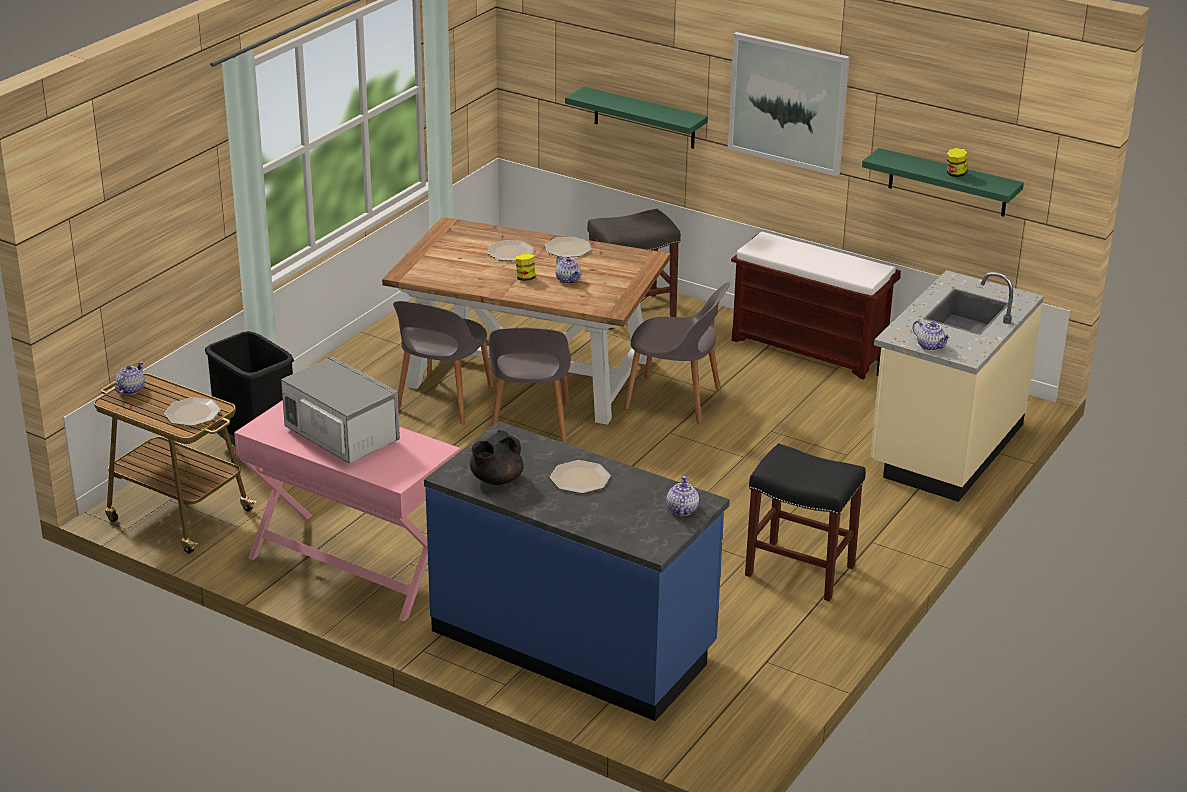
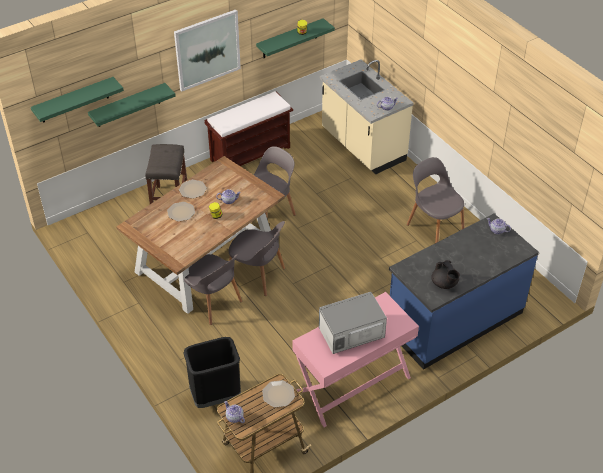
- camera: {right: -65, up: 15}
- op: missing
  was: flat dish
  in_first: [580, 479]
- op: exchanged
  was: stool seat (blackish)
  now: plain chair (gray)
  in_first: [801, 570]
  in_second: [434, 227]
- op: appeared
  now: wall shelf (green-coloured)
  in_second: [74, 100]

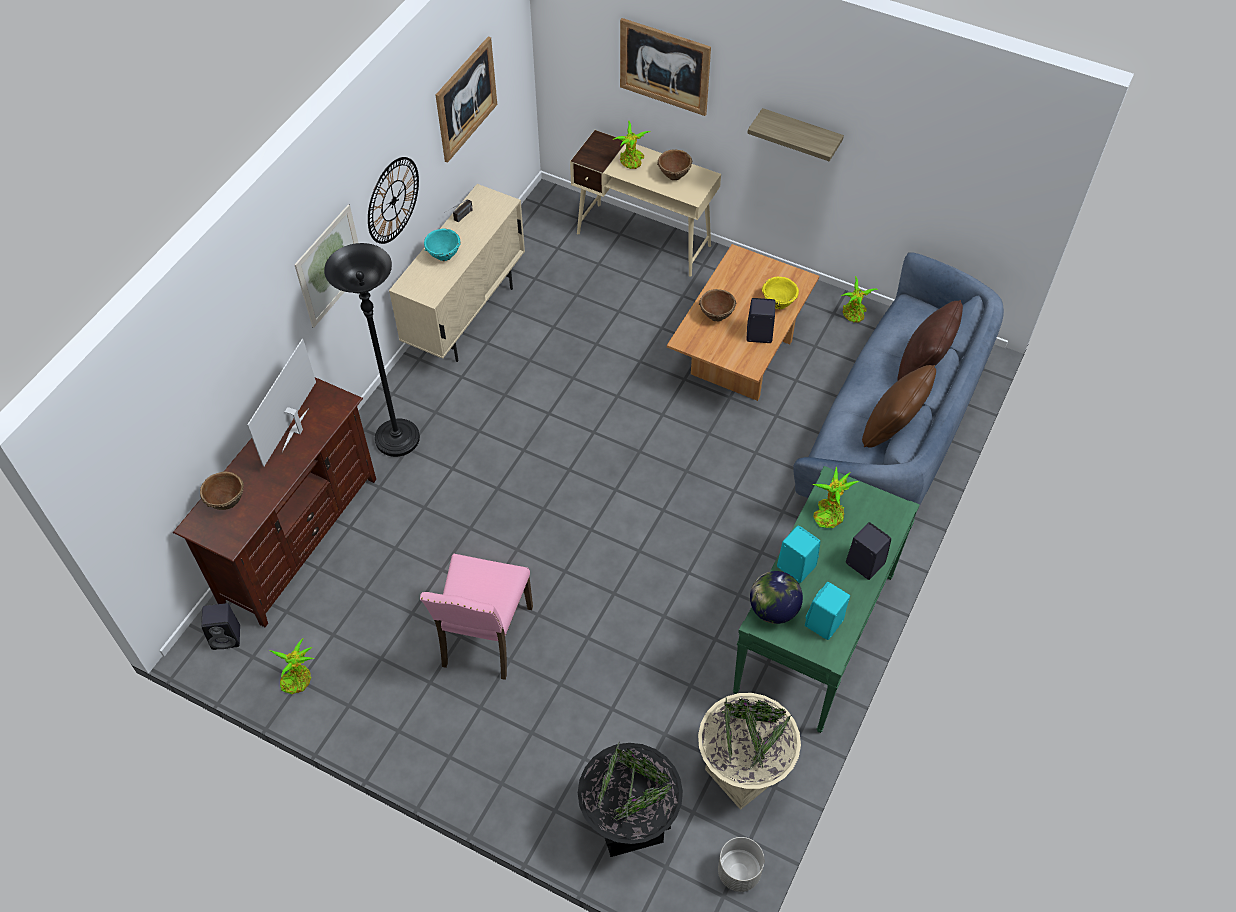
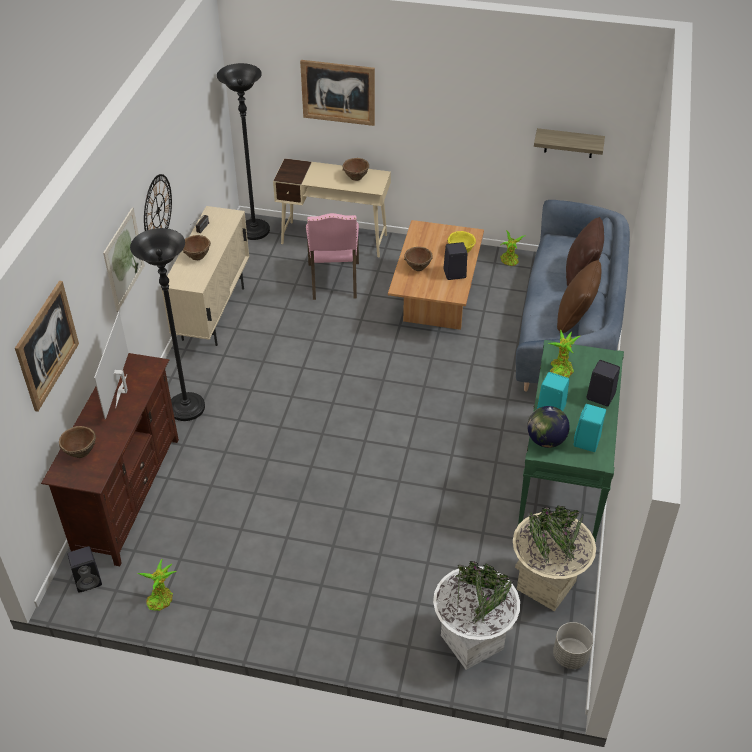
- camera: {right: -15, up: -10}
- op: relocated
  was: plain chair (pinkish)
  in_first: [484, 638]
  in_second: [334, 282]
- op: colour
  was: bowl (blue-green)
  now: bowl (brown-coloured)
  in_first: [444, 255]
  in_second: [197, 256]
- op: relocated
  was: wall picture
  in_first: [466, 99]
  in_second: [47, 345]
- op: colour
  was: plant pot (blackish)
  now: plant pot (white-coloured)
  in_first: [629, 824]
  in_second: [471, 642]
- op: missing
  was: houseplant
  in_first: [631, 162]
- op: relocated
  was: wall shelf
  in_first: [800, 134]
  in_second: [569, 143]
- op: appeared
  now: floor lamp (blackish)
  in_second: [254, 231]

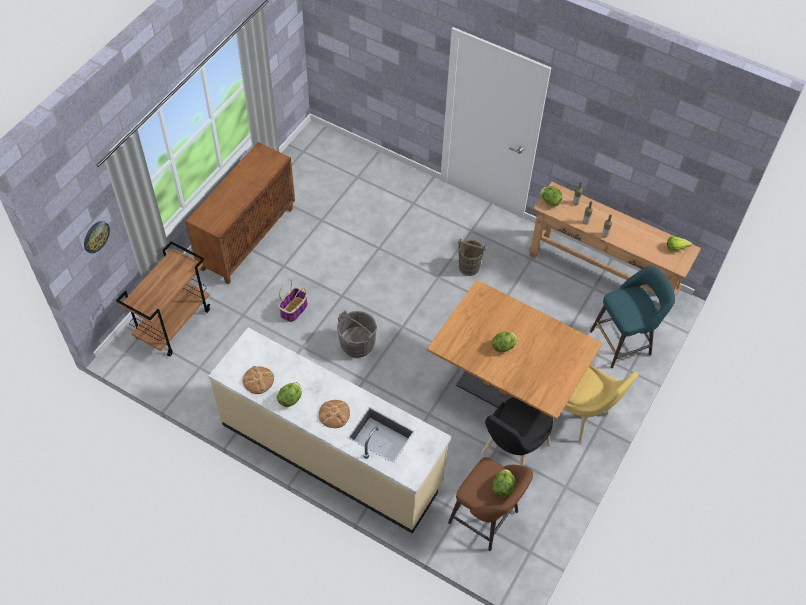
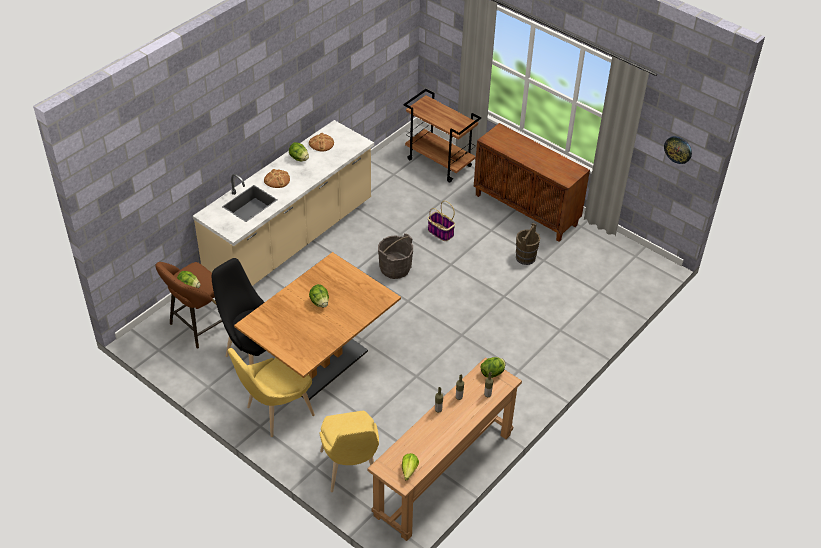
- camera: {right: 100, up: -10}
- op: relocated
  was: wall clock
  in_first: [96, 236]
  in_second: [678, 149]
- op: relocated
  was: pail (brown-coloured)
  in_first: [468, 267]
  in_second: [525, 257]
- op: exchanged
  was: stool seat (blue-green)
  now: plain chair (yellow)
  in_first: [623, 342]
  in_second: [351, 471]

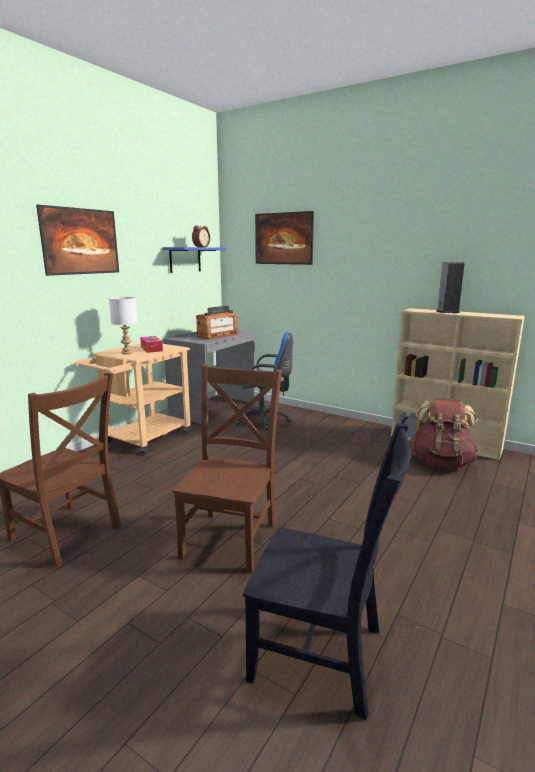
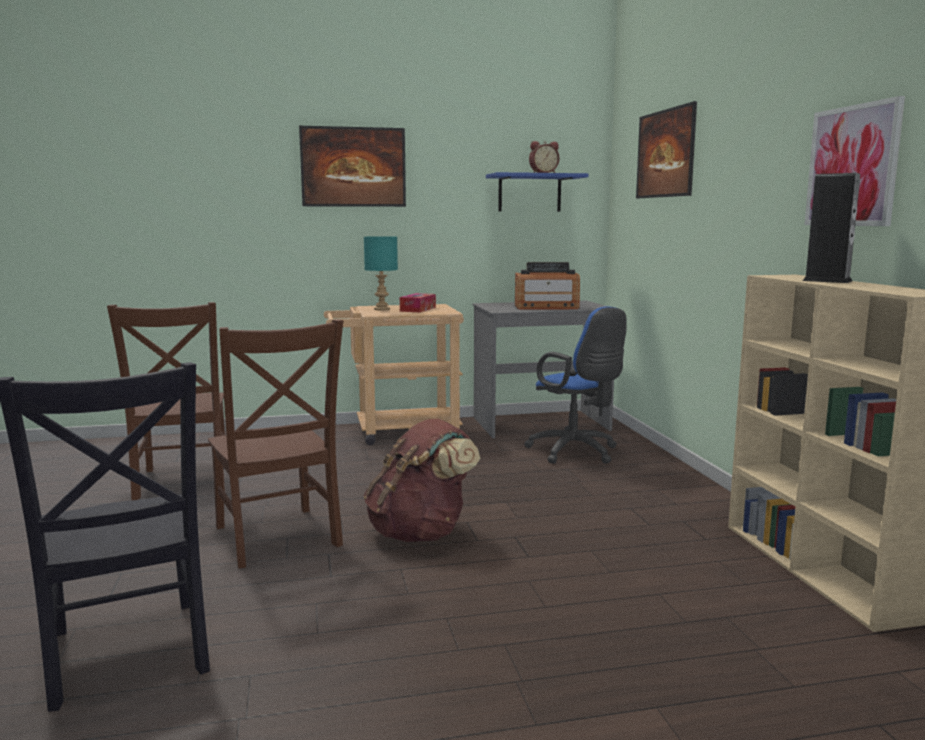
- camera: {right: 45, up: -5}
- op: colour
  was: lamp for a table (white-coloured)
  now: lamp for a table (blue-green)
  in_first: [126, 353]
  in_second: [381, 309]
- op: spun
  was: plain chair (brown-coloured)
  in_first: [231, 537]
  in_second: [277, 539]
  clockwise: 90
- op: relocated
  was: backpack (brown-coloured)
  in_first: [441, 462]
  in_second: [421, 533]
- op: appeared
  now: wall picture
  in_second: [852, 166]

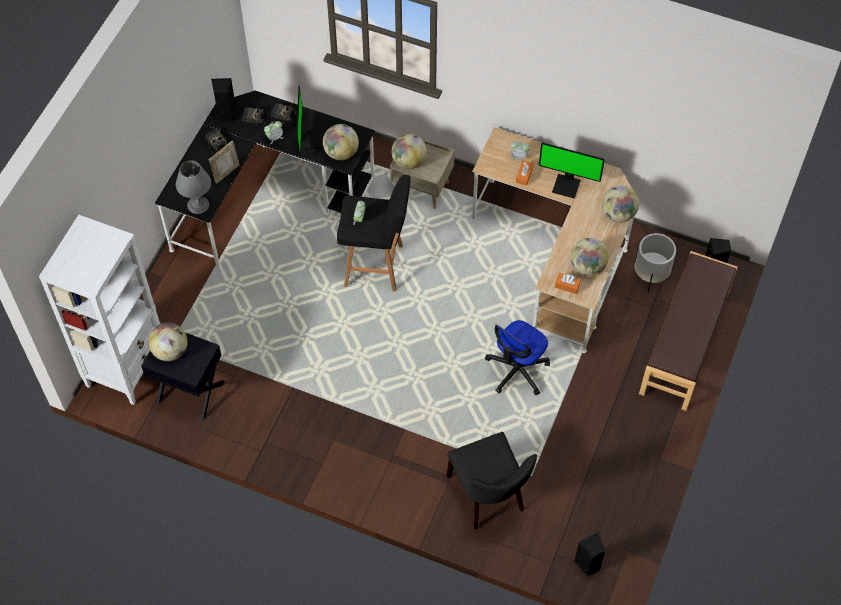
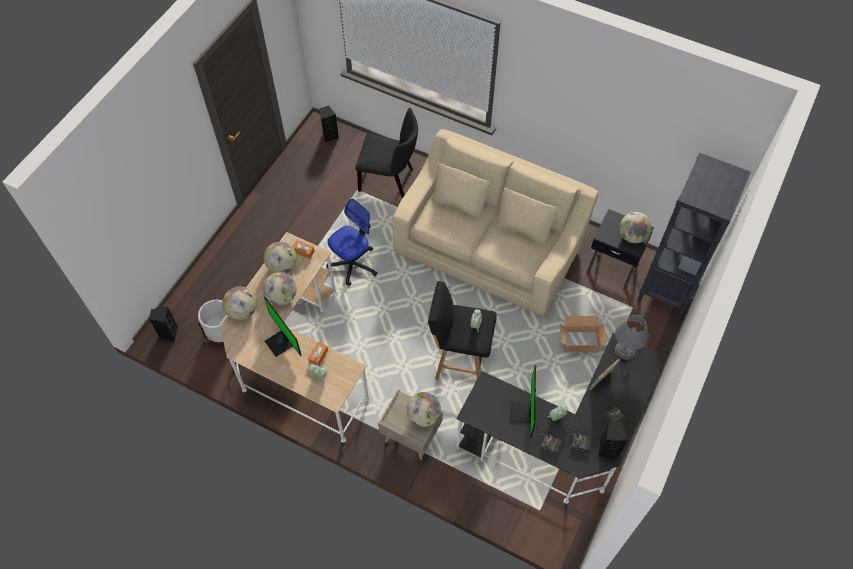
- camera: {right: -175, up: 0}
- op: colour
  was: shelving unit (white-coloured)
  now: shelving unit (blackish)
  in_first: [127, 367]
  in_second: [666, 289]
- op: relocated
  was: world globe
  in_first: [341, 152]
  in_second: [282, 297]
- op: spun
  was: plain chair (blackish)
  in_first: [489, 496]
  in_second: [389, 179]
  clockwise: 120
- op: spun
  was: monitor
  in_first: [567, 185]
  in_second: [281, 343]
  clockwise: -150
- op: missing
  was: bench (brown-coloured)
  in_first: [685, 343]
- op: appeared
  now: sofa (sand-coloured)
  in_second: [489, 246]
- op: appeared
  now: packing box
  in_second: [579, 340]

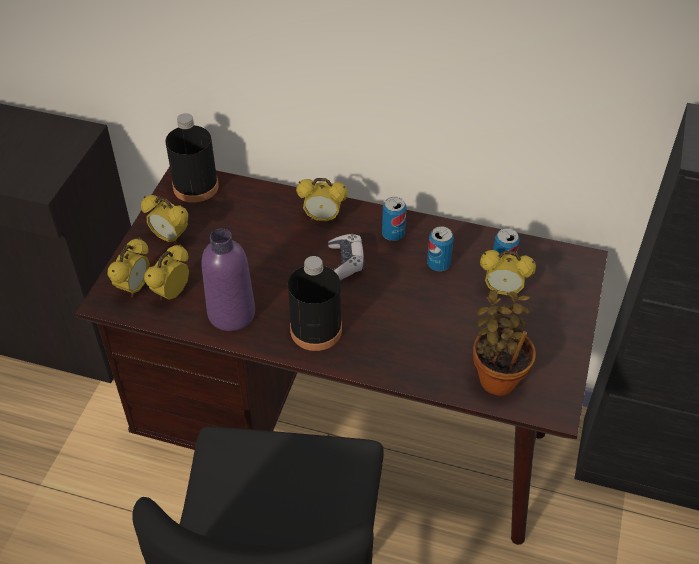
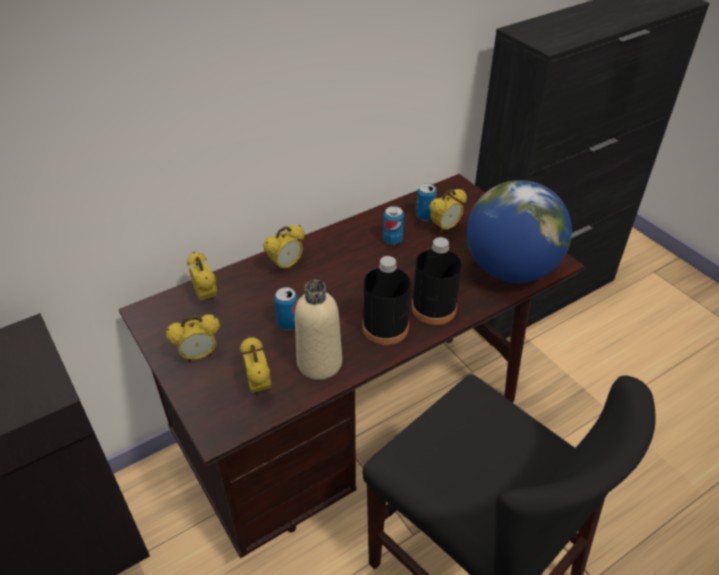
- camera: {right: -50, up: -5}
- op: relocated
  was: table clock
  in_first: [135, 288]
  in_second: [206, 297]
- op: relocated
  was: beverage bottle (blackish)
  in_first: [196, 186]
  in_second: [434, 308]
- op: colour
  was: beverage bottle (purplish)
  now: beverage bottle (sand-coloured)
  in_first: [231, 313]
  in_second: [319, 363]
- op: missing
  was: joypad
  in_first: [346, 262]
- op: relocated
  was: can
  in_first: [393, 234]
  in_second: [288, 323]
- op: exchanged
  was: houseplant
  now: world globe
  in_first: [497, 376]
  in_second: [510, 270]

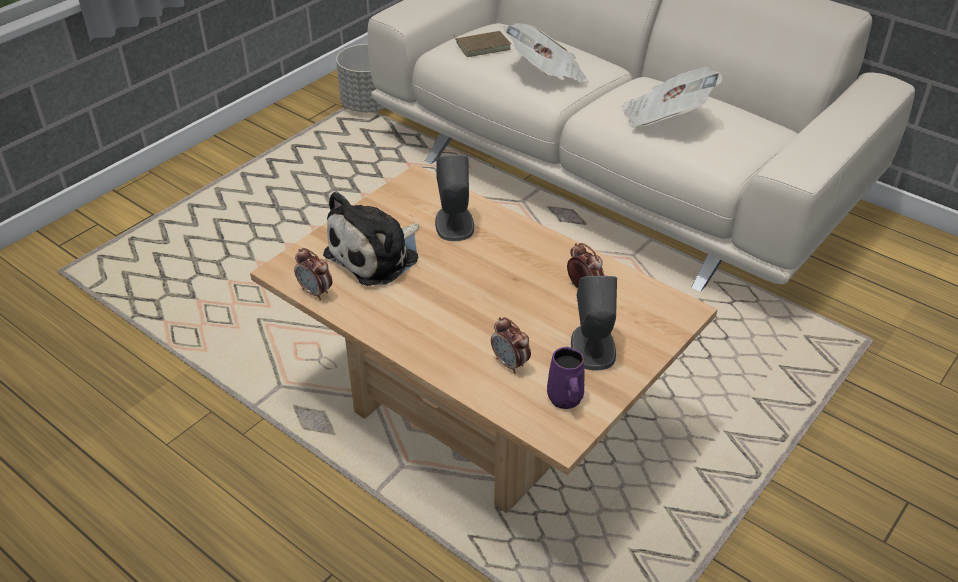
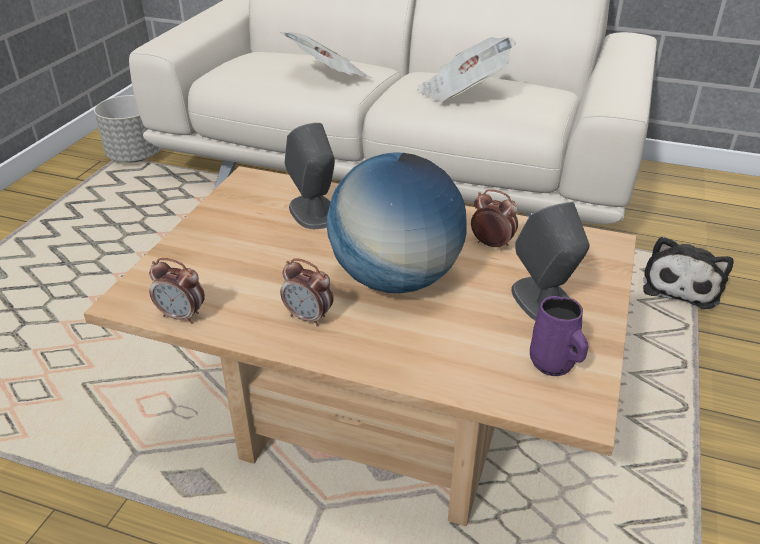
- camera: {right: -20, up: -5}
- op: relocated
  was: plush toy
  in_first: [377, 255]
  in_second: [681, 285]
- op: missing
  was: volume (brown-coloured)
  in_first: [483, 46]
- op: relocated
  was: table clock
  in_first: [510, 363]
  in_second: [308, 318]
- op: appeared
  now: world globe
  in_second: [395, 279]

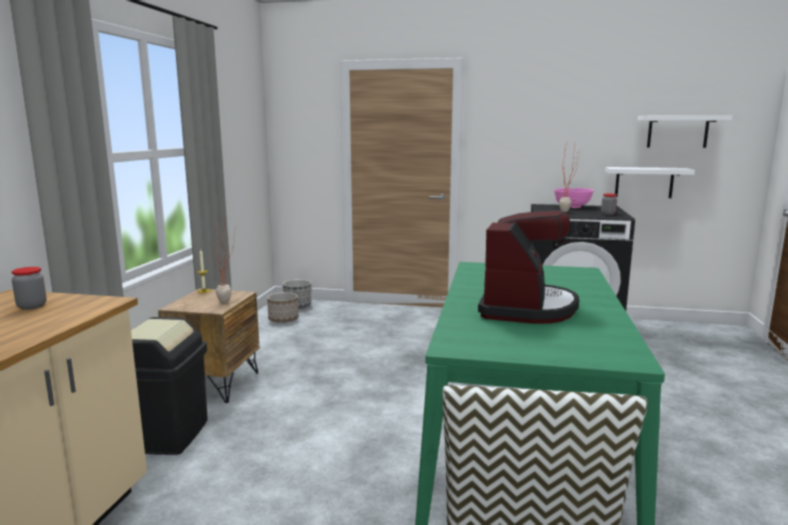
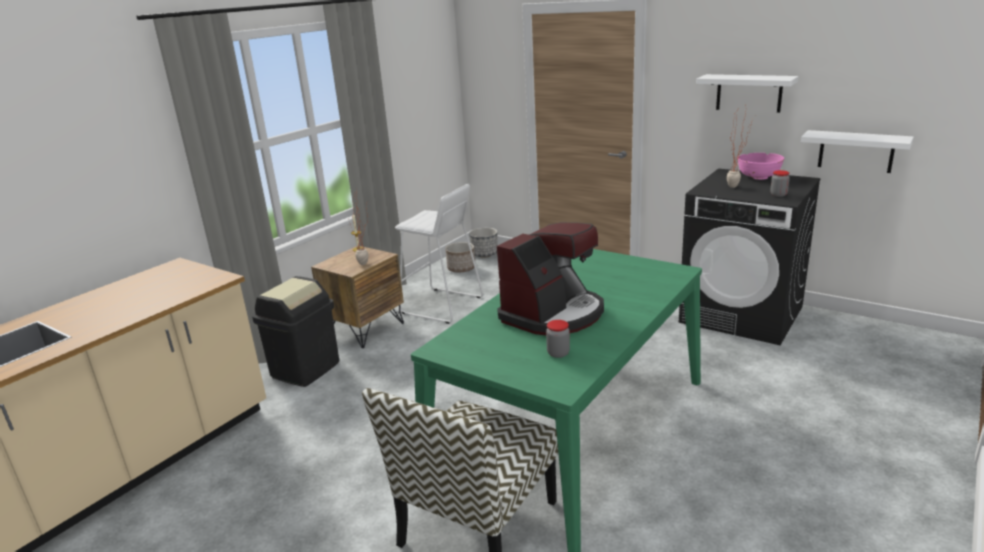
- camera: {right: 25, up: 10}
- op: relocated
  was: jar
  in_first: [32, 306]
  in_second: [558, 353]
- op: relocated
  was: wall shelf (white-coloured)
  in_first: [677, 131]
  in_second: [749, 93]
- op: appeared
  now: stool seat (white-coloured)
  in_second: [441, 305]

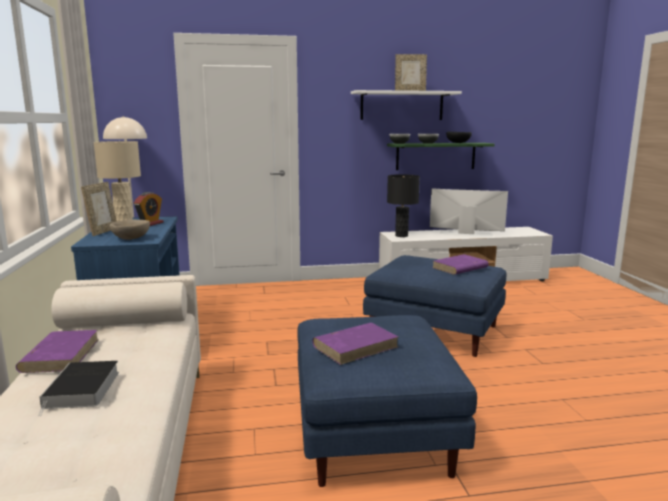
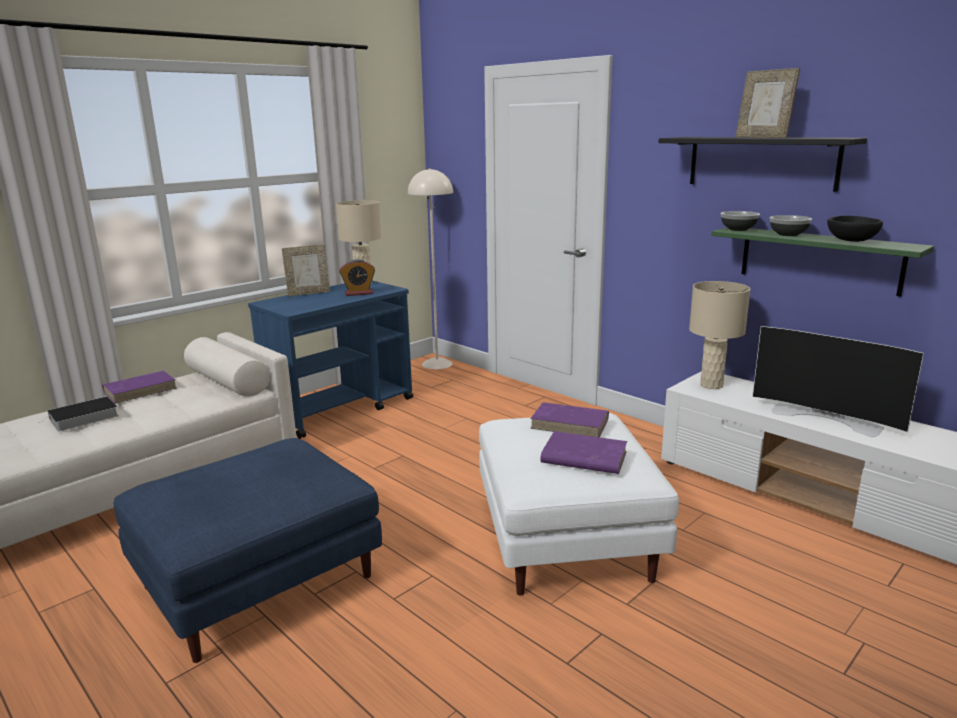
- camera: {right: 55, up: 5}
- op: missing
  was: bowl (sand-coloured)
  in_first: [131, 238]
- op: relocated
  was: volume (purplish)
  in_first: [356, 346]
  in_second: [570, 423]
- op: colour
  was: wall shelf (white-coloured)
  now: wall shelf (blackish)
  in_first: [402, 105]
  in_second: [761, 162]
- op: colour
  was: pouffe (blue)
  now: pouffe (white-coloured)
  in_first: [435, 330]
  in_second: [567, 539]
- op: colour
  was: lamp for a table (blackish)
  now: lamp for a table (sand-coloured)
  in_first: [401, 236]
  in_second: [711, 385]
- op: spun
  was: TV
  in_first: [465, 234]
  in_second: [827, 417]
  clockwise: 150

